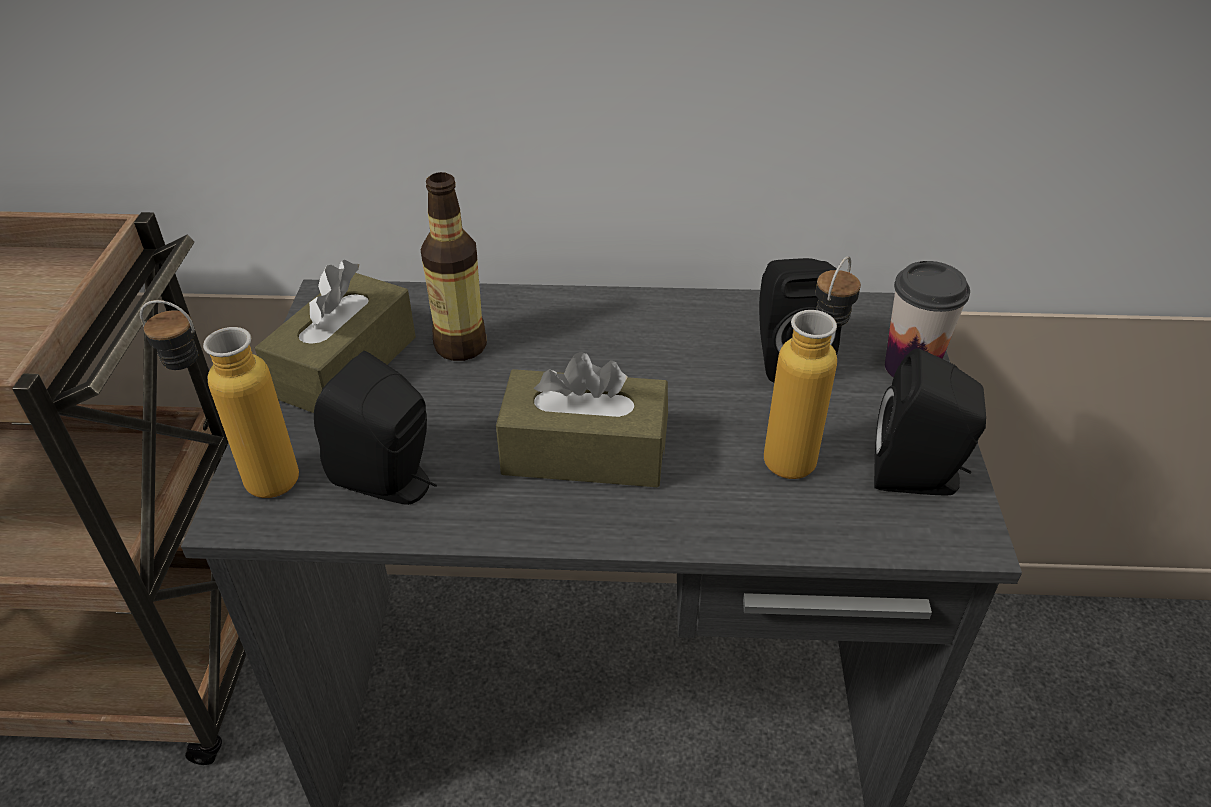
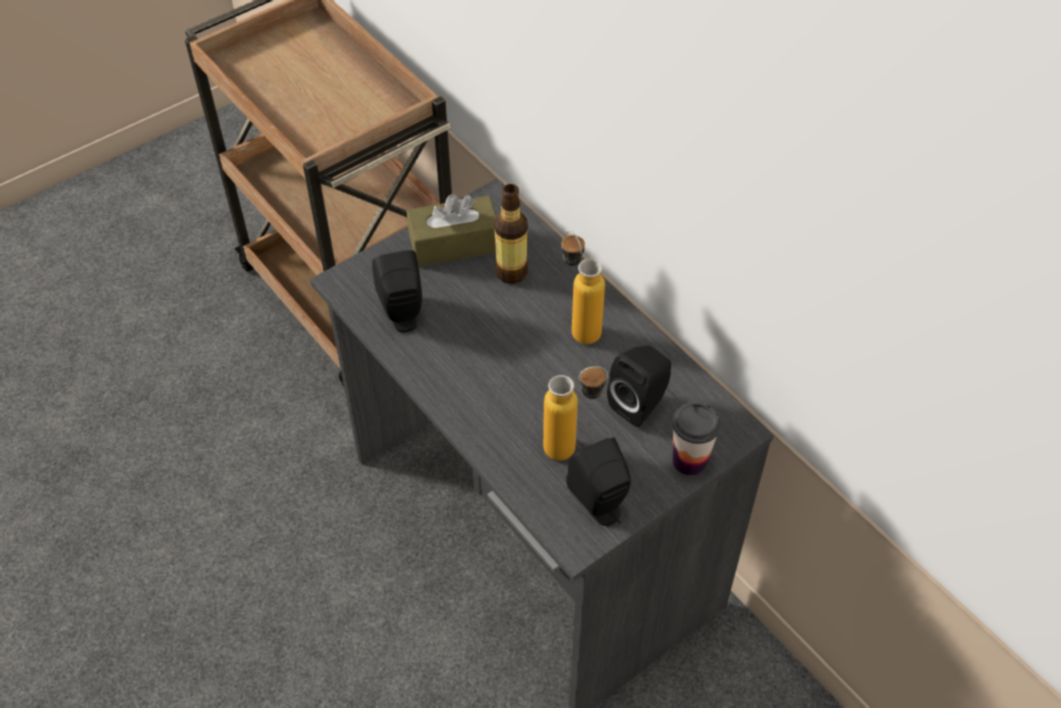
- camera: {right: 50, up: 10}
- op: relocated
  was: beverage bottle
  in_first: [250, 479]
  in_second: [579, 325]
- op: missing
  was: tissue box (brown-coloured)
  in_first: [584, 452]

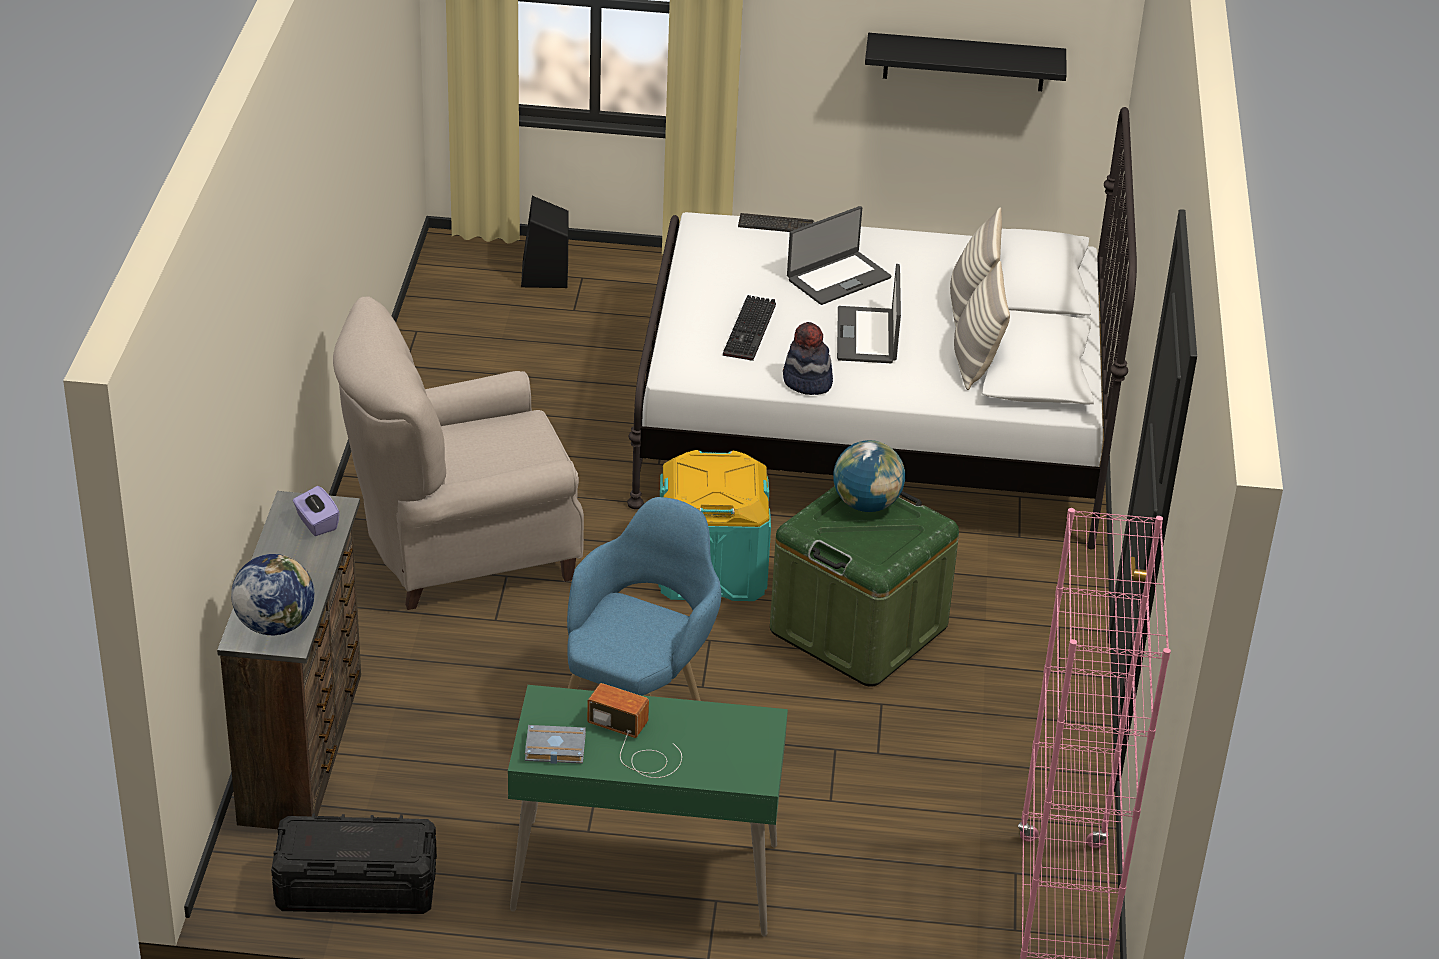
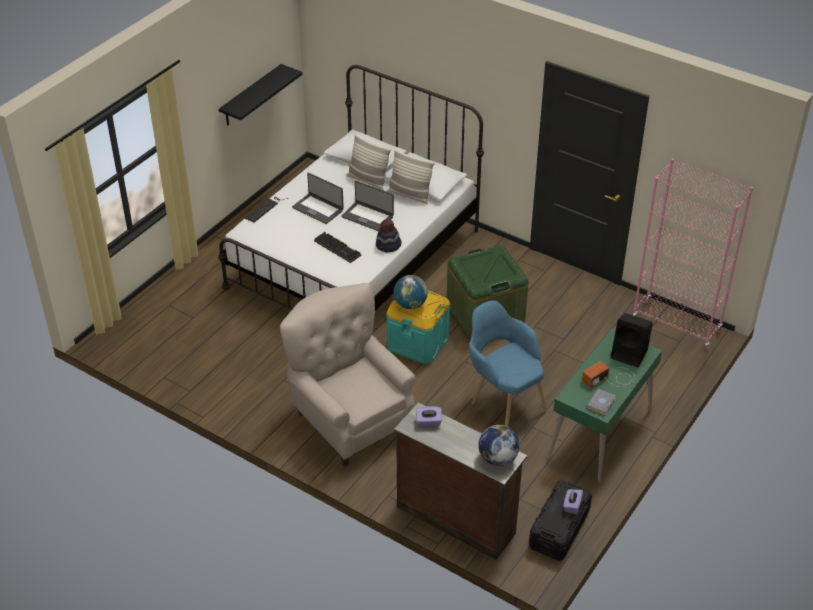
- camera: {right: -60, up: 5}
- op: spun
  was: armchair (sand-coloured)
  in_first: [460, 550]
  in_second: [349, 419]
  clockwise: 135
- op: relocated
  was: speaker (blackish)
  in_first: [545, 276]
  in_second: [630, 354]
- op: spun
  was: laptop
  in_first: [837, 278]
  in_second: [318, 208]
  clockwise: 135
- op: relocated
  was: world globe
  in_first: [866, 504]
  in_second: [410, 304]
- op: appeared
  now: tissue box (purplish)
  in_second: [572, 506]

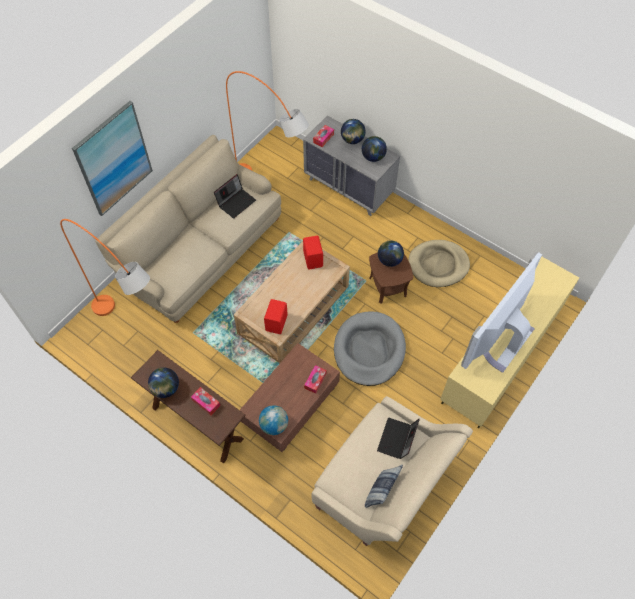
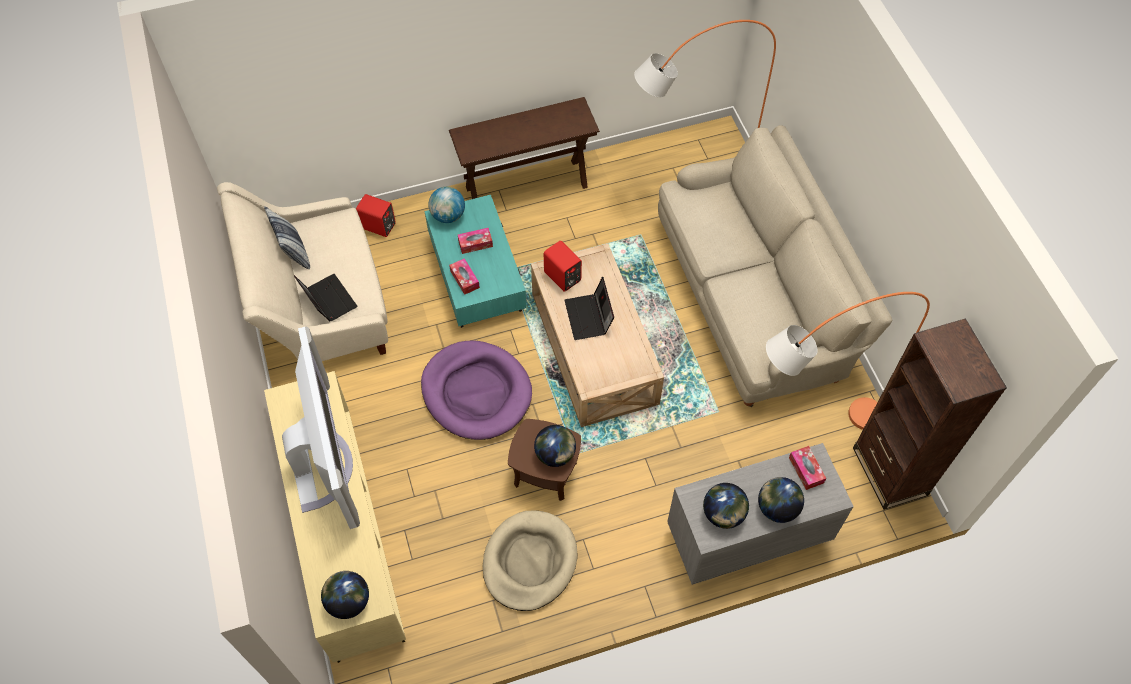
- camera: {right: 125, up: 0}
- op: missing
  was: wall picture
  in_first: [114, 159]
- op: relocated
  was: world globe
  in_first: [166, 389]
  in_second: [348, 601]
- op: relocated
  was: tissue box
  in_first: [206, 403]
  in_second: [475, 243]
- op: relocated
  was: laptop
  in_first: [236, 202]
  in_second: [589, 317]
- op: colour
  was: lounge table (brown-coloured)
  now: lounge table (blue-green)
  in_first: [290, 405]
  in_second: [477, 274]
- op: relocated
  was: speaker (red)
  in_first: [313, 259]
  in_second: [378, 227]
- op: colour
  was: dog bed (gray)
  now: dog bed (purplish)
  in_first: [369, 350]
  in_second: [476, 392]
- op: appeared
  now: shelving unit (brown-coloured)
  in_second: [889, 471]

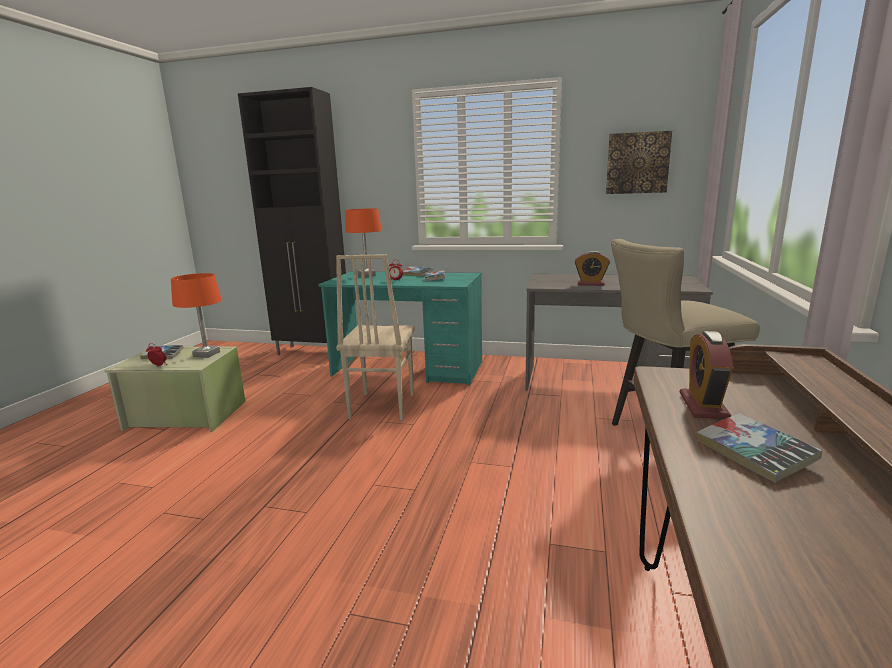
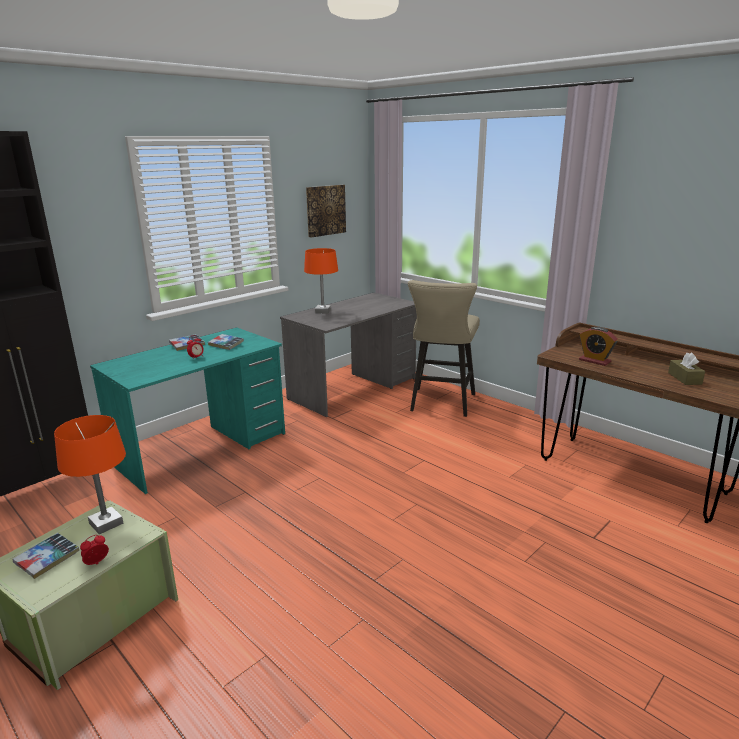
- camera: {right: -60, up: 5}
- op: missing
  was: plain chair (sand-coloured)
  in_first: [381, 406]
- op: relocated
  was: lamp for a table (orange)
  in_first: [367, 275]
  in_second: [322, 311]
- op: missing
  was: table clock
  in_first: [590, 284]
- op: missing
  was: volume
  in_first: [753, 454]
- op: appeared
  now: tissue box (brown-coloured)
  in_second: [684, 378]

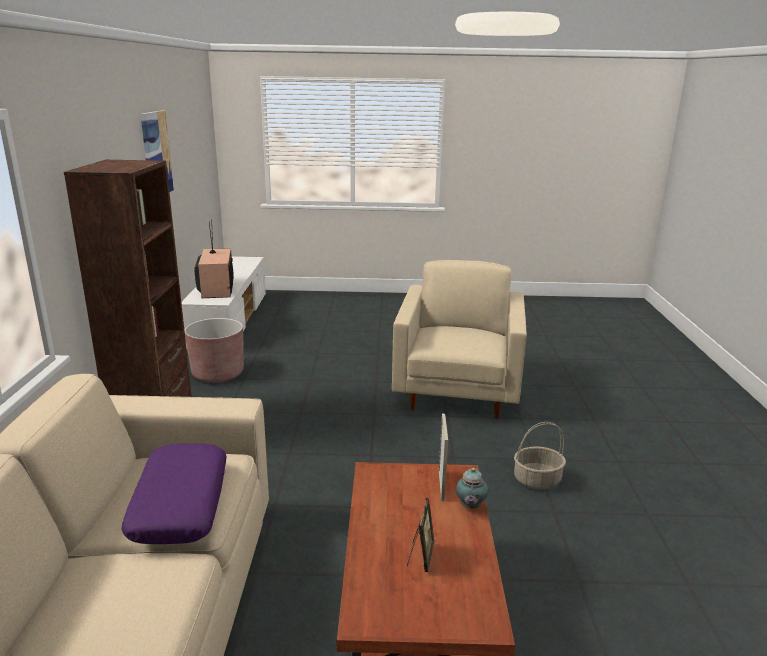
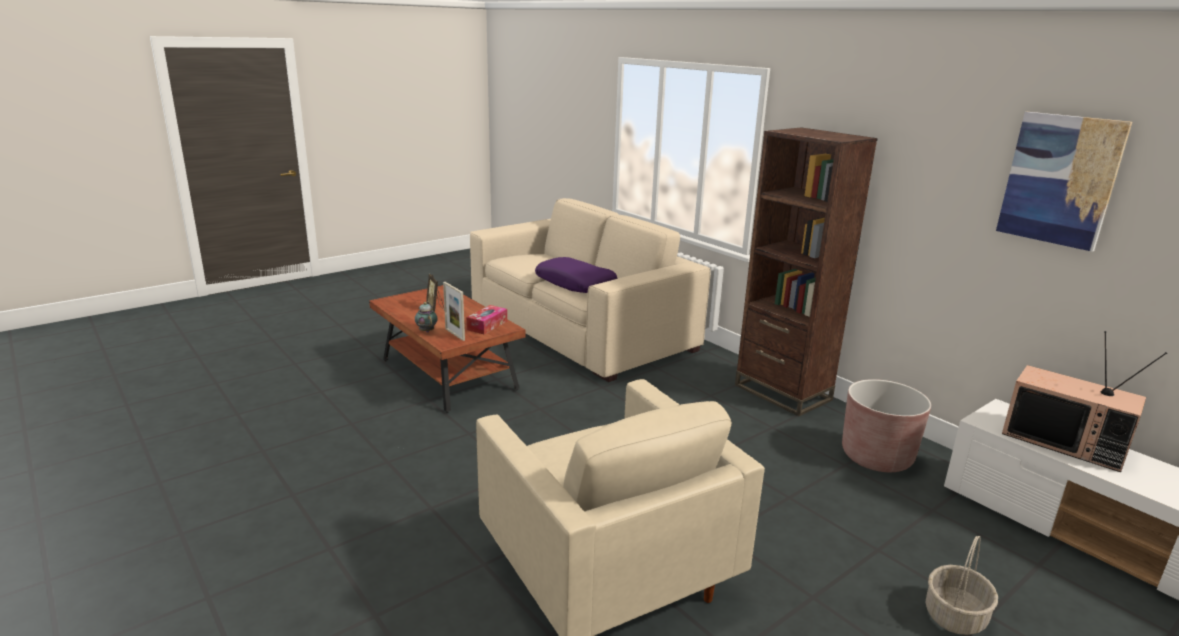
- camera: {right: 140, up: 0}
- op: relocated
  was: basket
  in_first: [537, 479]
  in_second: [955, 616]
- op: appeared
  now: tissue box
  in_second: [487, 325]

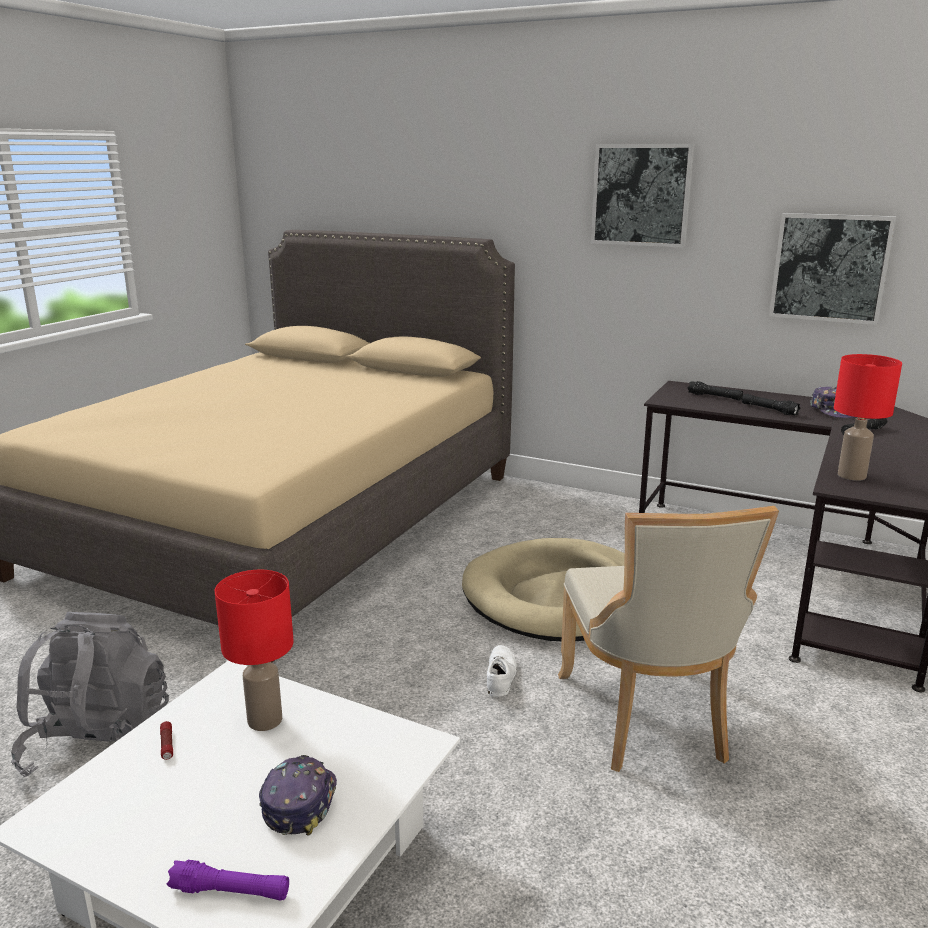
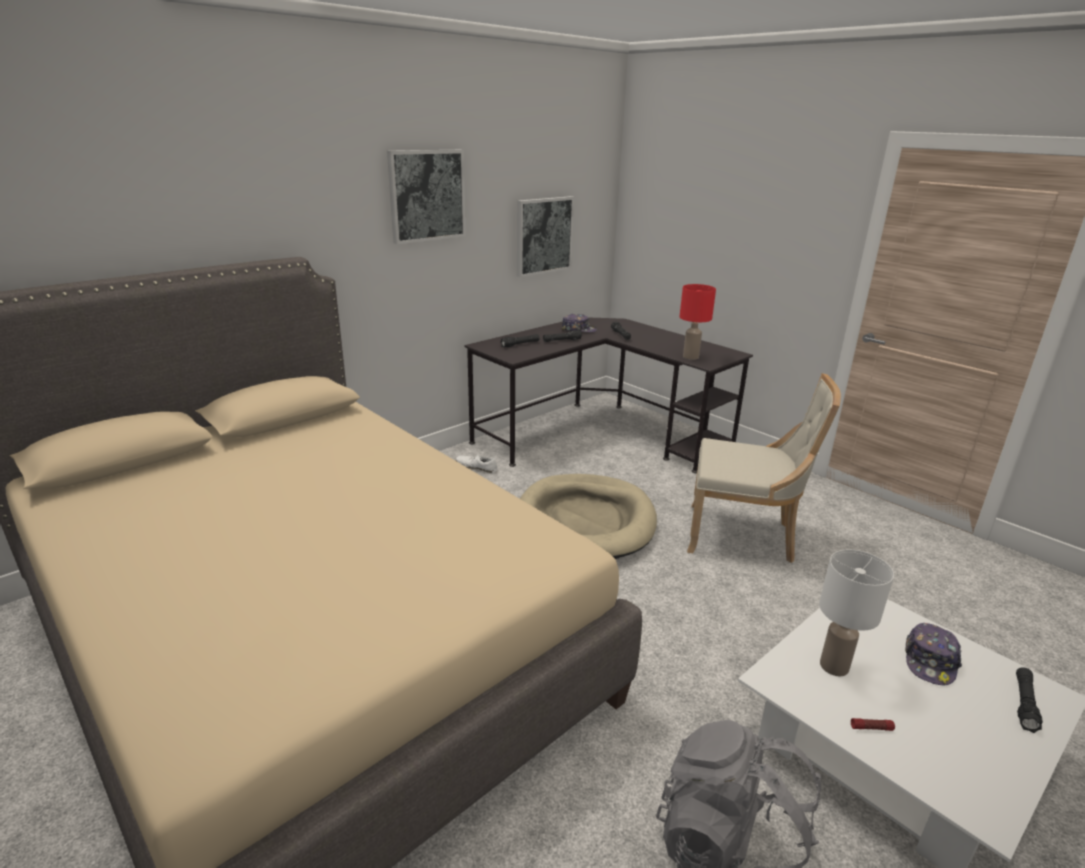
- camera: {right: -70, up: 5}
- op: colour
  was: flashlight (purplish)
  now: flashlight (blackish)
  in_first: [230, 891]
  in_second: [1024, 704]
- op: colour
  was: lamp for a table (red)
  now: lamp for a table (white-coloured)
  in_first: [264, 719]
  in_second: [833, 666]
- op: spun
  was: cap
  in_first: [299, 802]
  in_second: [930, 661]
  clockwise: -90
- op: relocated
  was: low shoe (white-coloured)
  in_first: [500, 676]
  in_second: [476, 467]

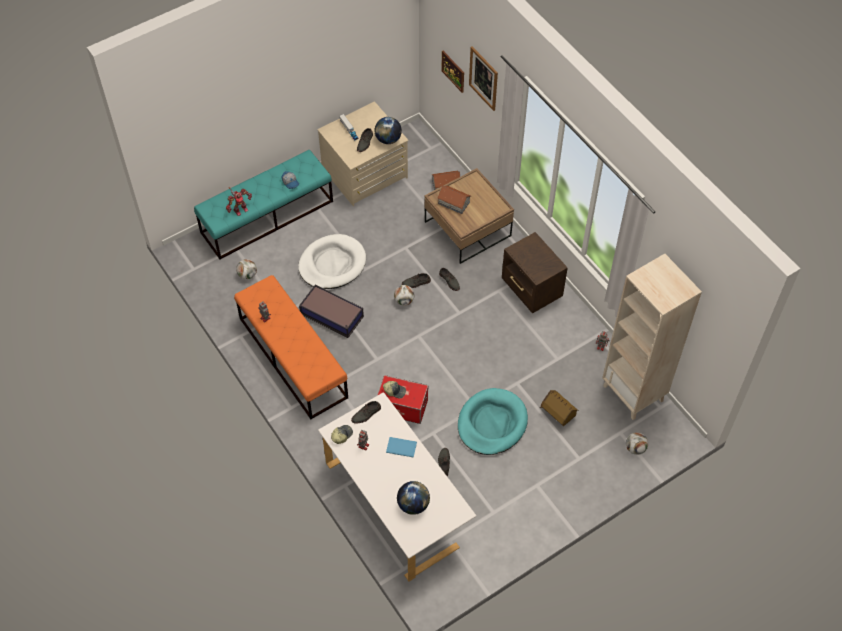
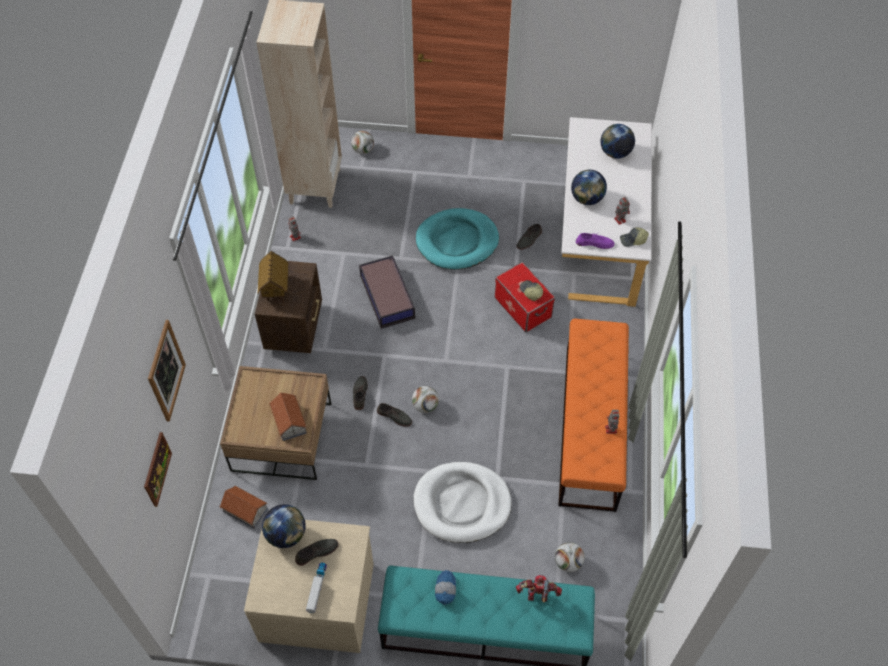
- camera: {right: -140, up: 0}
- op: relocated
  was: storage bin
  in_first: [332, 316]
  in_second: [387, 296]
- op: colour
  was: low shoe (gray)
  now: low shoe (purplish)
  in_first: [366, 414]
  in_second: [594, 243]
- op: exchanged
  was: volume (blue)
  now: world globe
  in_first: [400, 446]
  in_second: [587, 199]
- op: relocated
  was: model house
  in_first: [558, 414]
  in_second: [275, 288]

